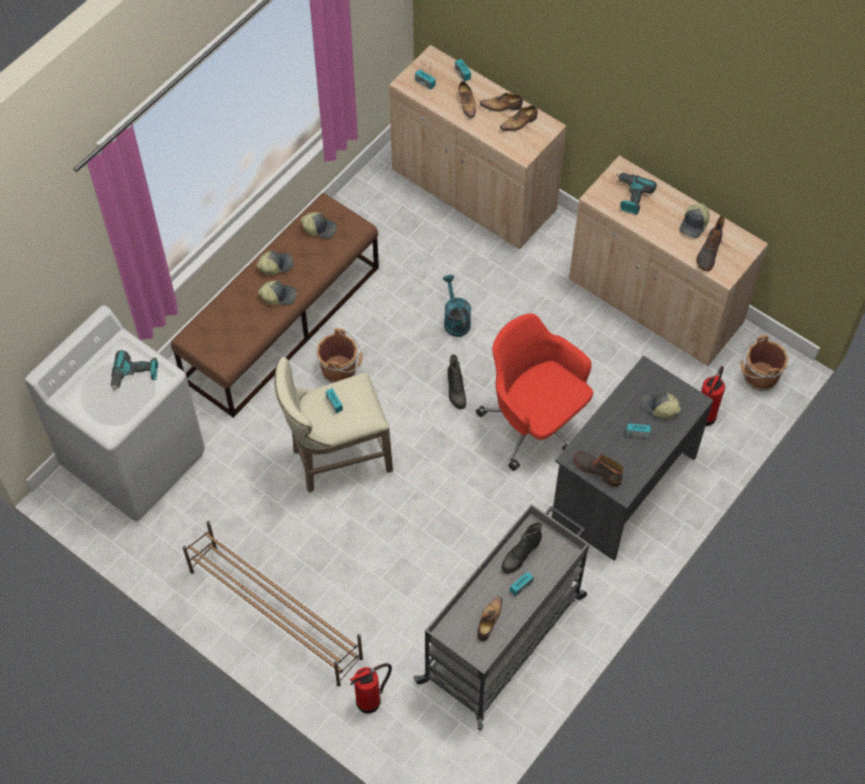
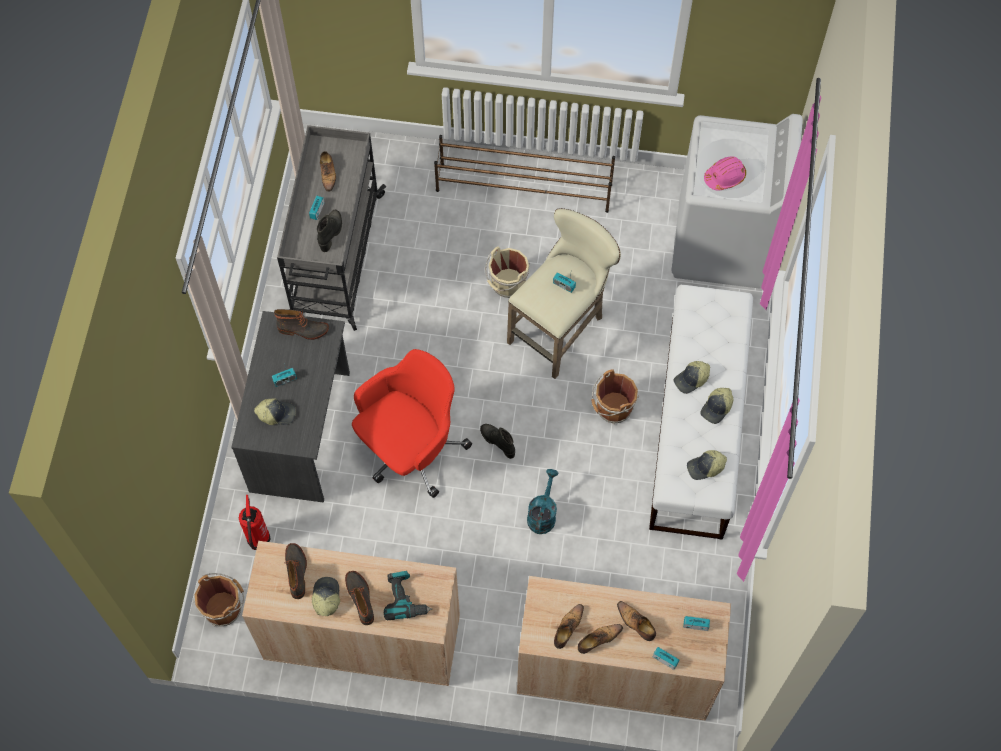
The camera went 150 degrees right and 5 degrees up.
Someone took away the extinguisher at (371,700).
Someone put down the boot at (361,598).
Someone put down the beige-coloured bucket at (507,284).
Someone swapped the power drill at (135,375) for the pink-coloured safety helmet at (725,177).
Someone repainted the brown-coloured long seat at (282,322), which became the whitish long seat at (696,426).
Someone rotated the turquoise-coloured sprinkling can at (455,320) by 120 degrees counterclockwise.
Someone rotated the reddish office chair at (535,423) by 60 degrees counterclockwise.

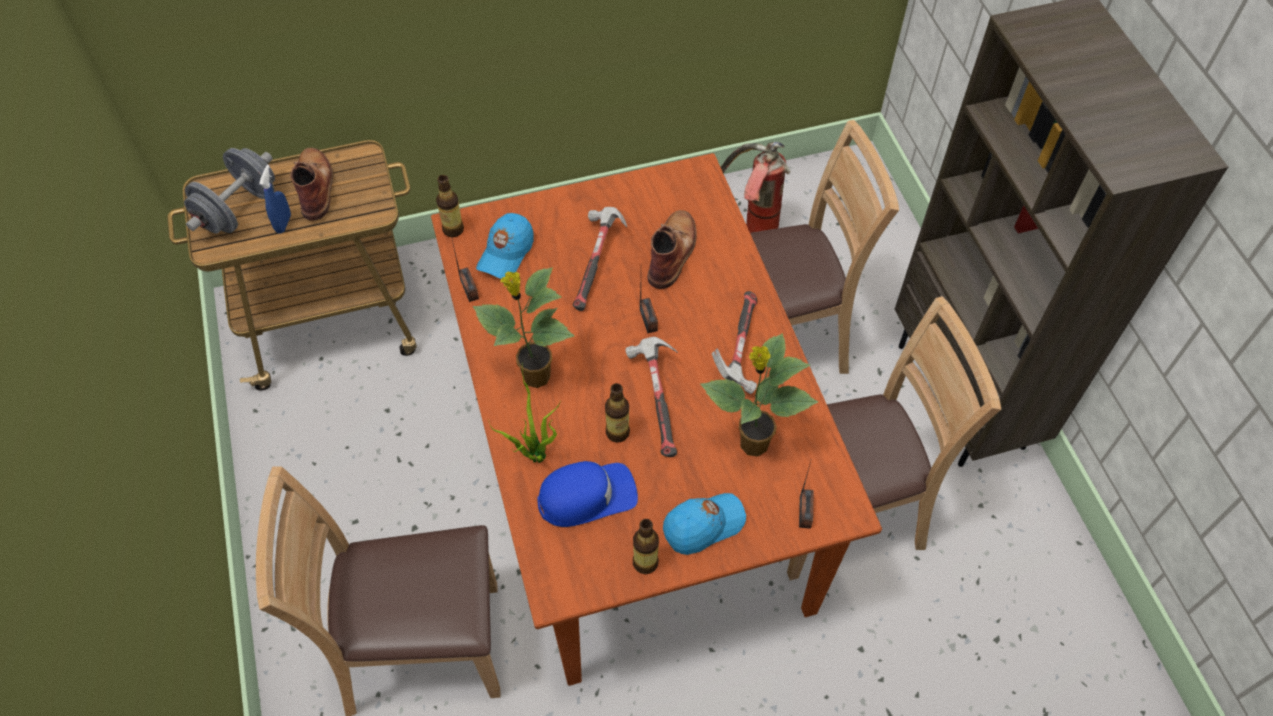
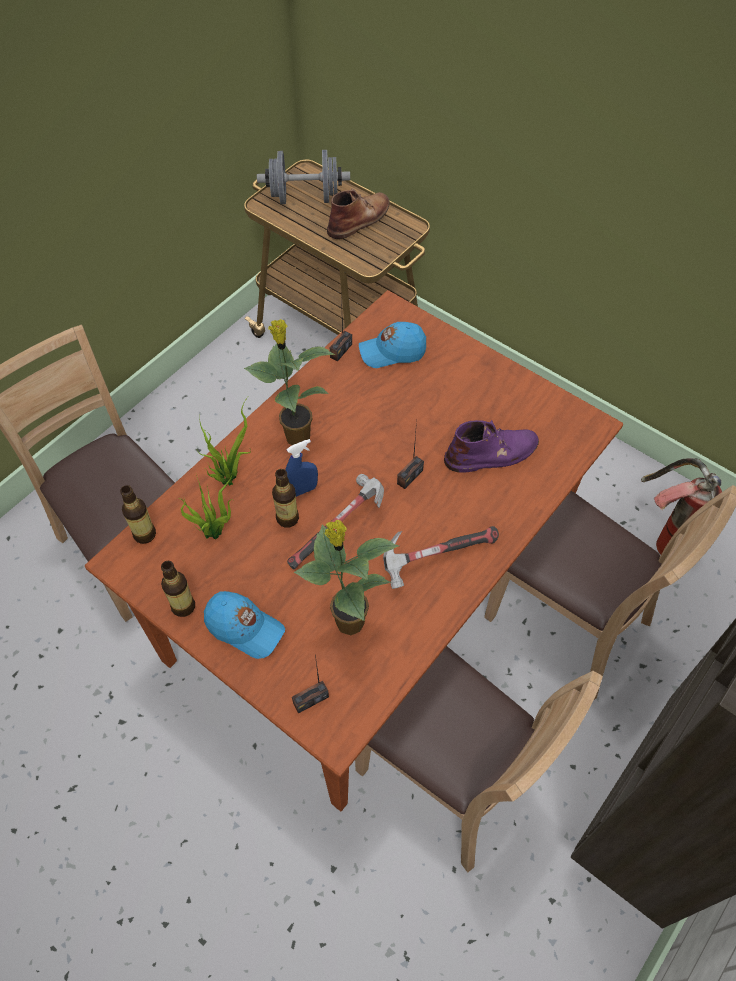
The camera went 55 degrees right and 0 degrees up.
Someone took away the tool hammer at (596,263).
Someone carried the blue sprayer from (283,223) to (302,490).
Someone carried the beverage bottle from (453,230) to (144,534).
Someone swapped the blue peaked cap at (587,496) for the potted plant at (216,532).
Someone repainted the brown-coloured boot at (672,251), which became the purple boot at (492,453).

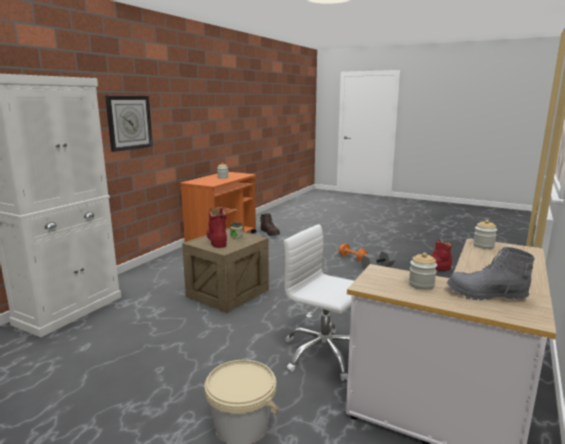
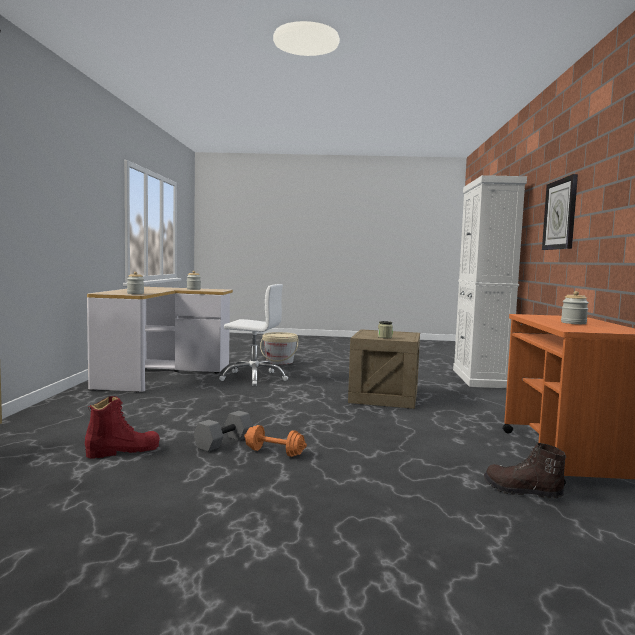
The camera went 155 degrees right and 10 degrees down.
Someone took away the reddish boot at (216,240).
Someone took away the greyish boot at (486,295).

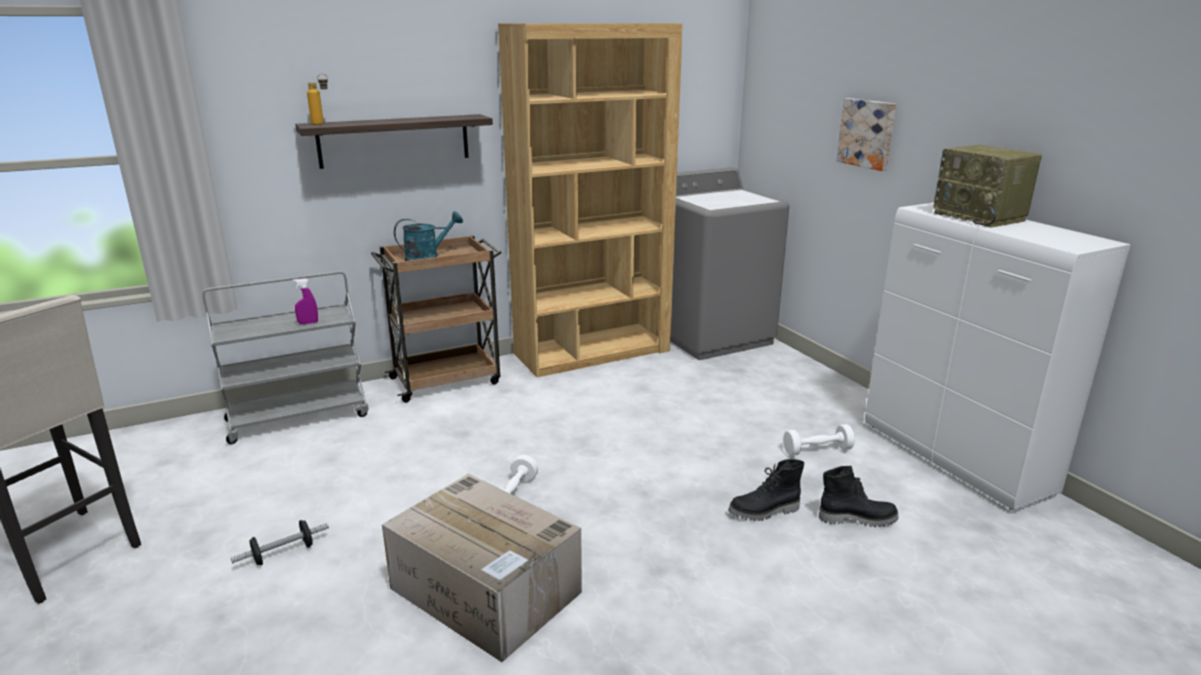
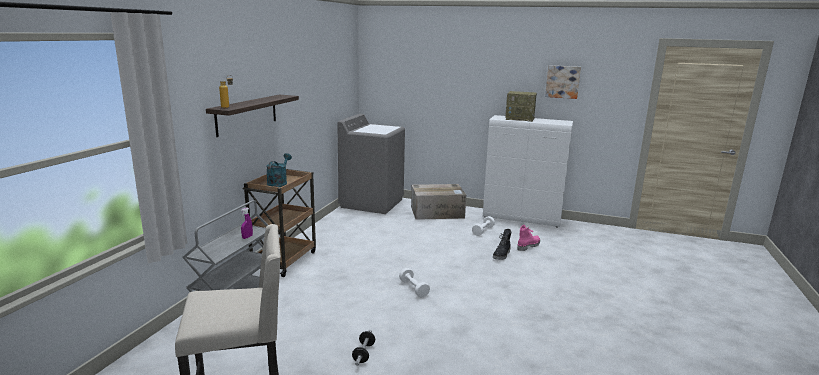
The camera went 45 degrees left and 5 degrees down.
Someone took away the brown-coloured bookcase at (593,352).
Someone carried the cardboard box from (487,591) to (438,212).
Someone carried the wall art from (867,133) to (562,81).
Someone repainted the black-coloured boot at (857,518), which became the pink-coloured boot at (528,246).

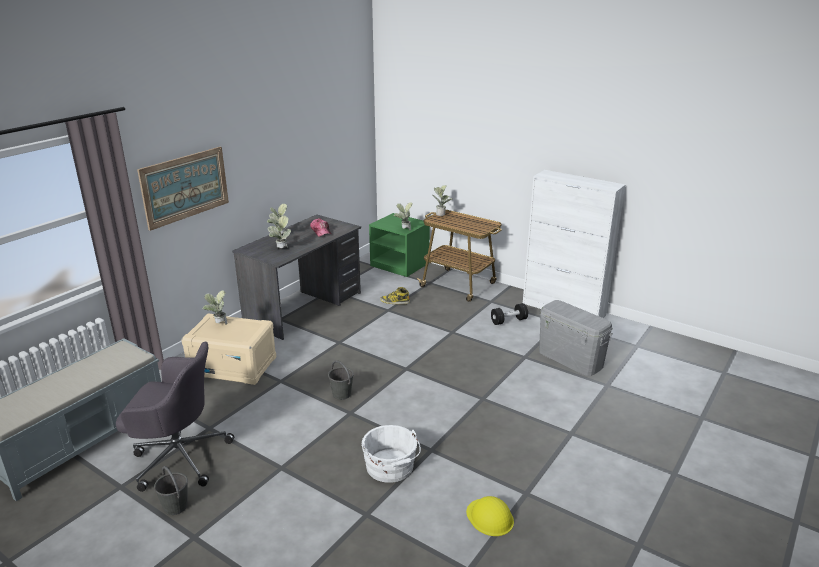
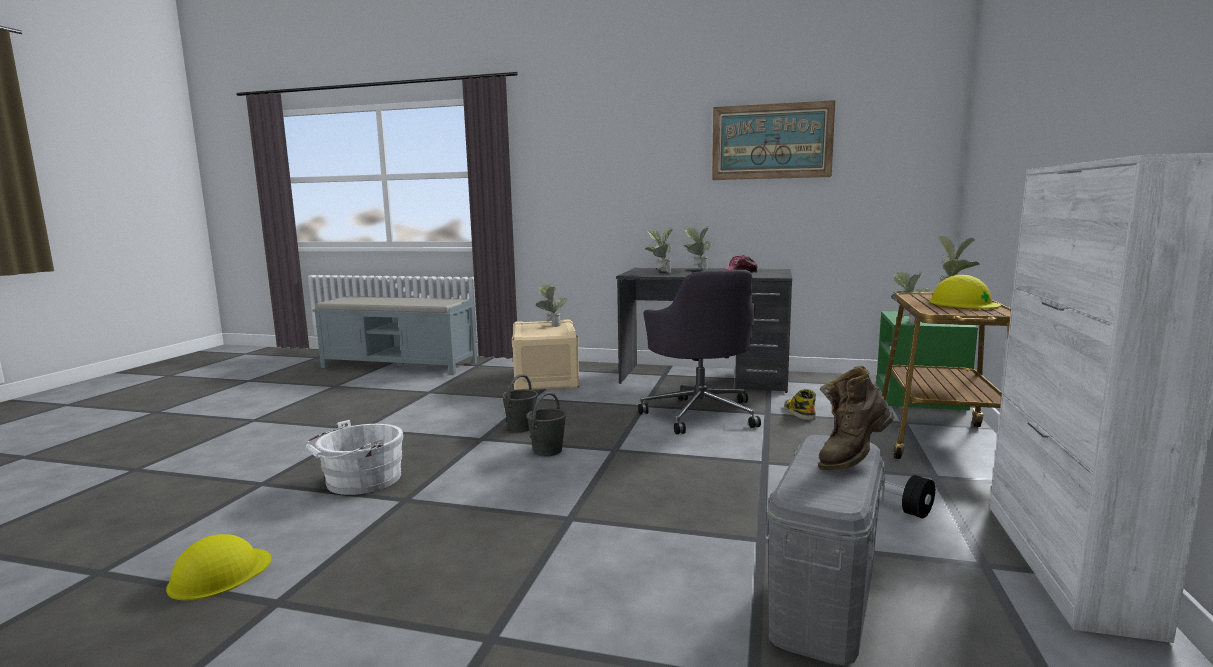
The camera went 70 degrees right and 15 degrees down.
Someone put down the brown-coloured boot at (851,459).
Someone put down the yellowish safety helmet at (963,303).
Someone carried the greyish office chair from (178,457) to (700,414).
Someone carried the wall art from (185,187) to (771,141).
Someone carried the greyish bucket from (175,507) to (547,451).

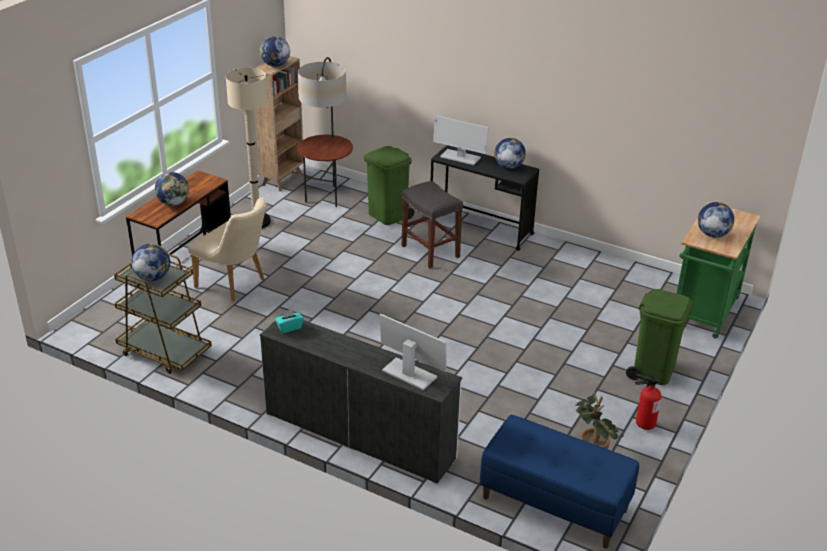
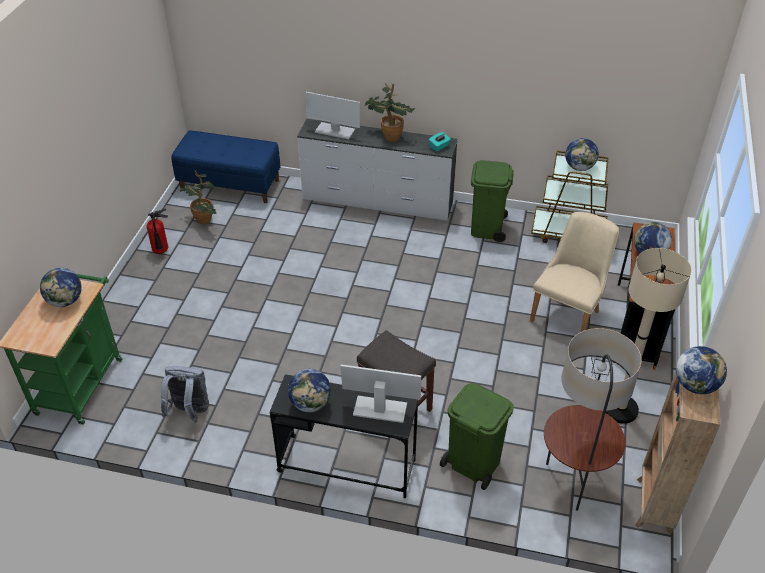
The camera went 165 degrees right and 10 degrees up.
Someone put down the greyish knapsack at (189,412).
Someone put down the potted plant at (389,135).
Someone carried the green-coloured rubbish bin from (653,370) to (487,228).
Someone rotated the beige-coloured plain chair at (235,284) by 105 degrees clockwise.

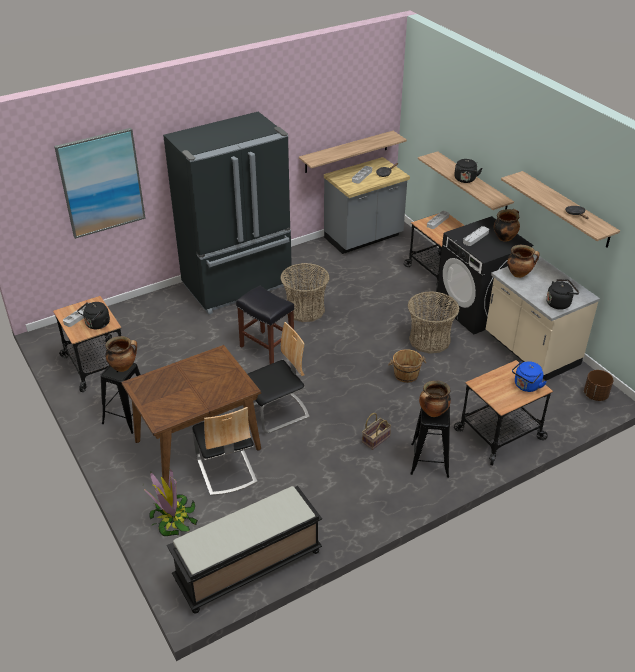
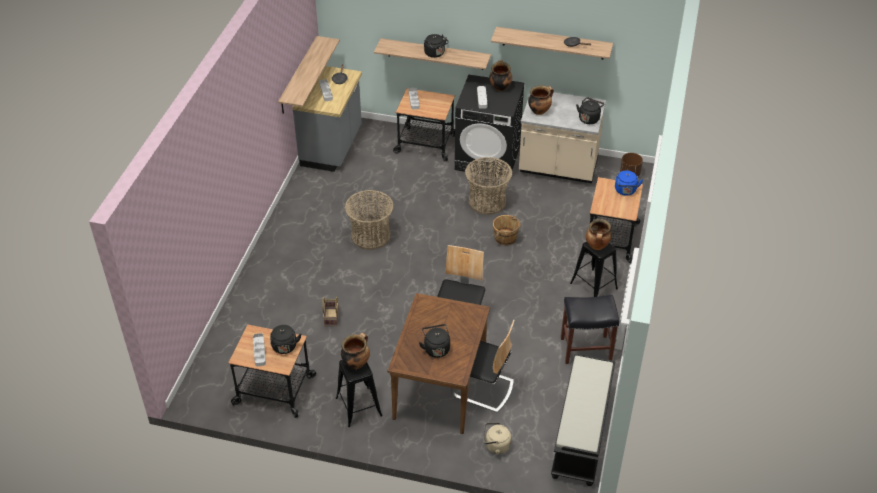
The camera went 45 degrees left and 5 degrees up.
Someone took away the wall art at (101,183).
Someone took away the black-coloured fridge at (238,286).
Someone put down the black-coloured water kettle at (436,348).
Someone carried the black-coloured sitting stool from (266,347) to (585,349).
Someone carried the household basket from (376,439) to (331,317).
Someone swapped the potted plant at (172,519) for the beige-coloured water kettle at (496,446).

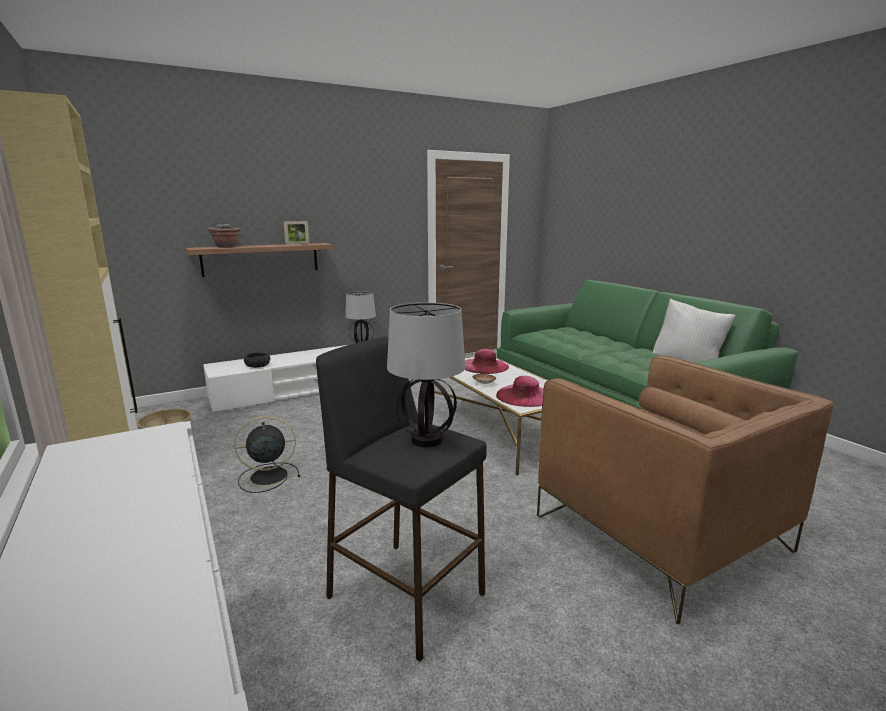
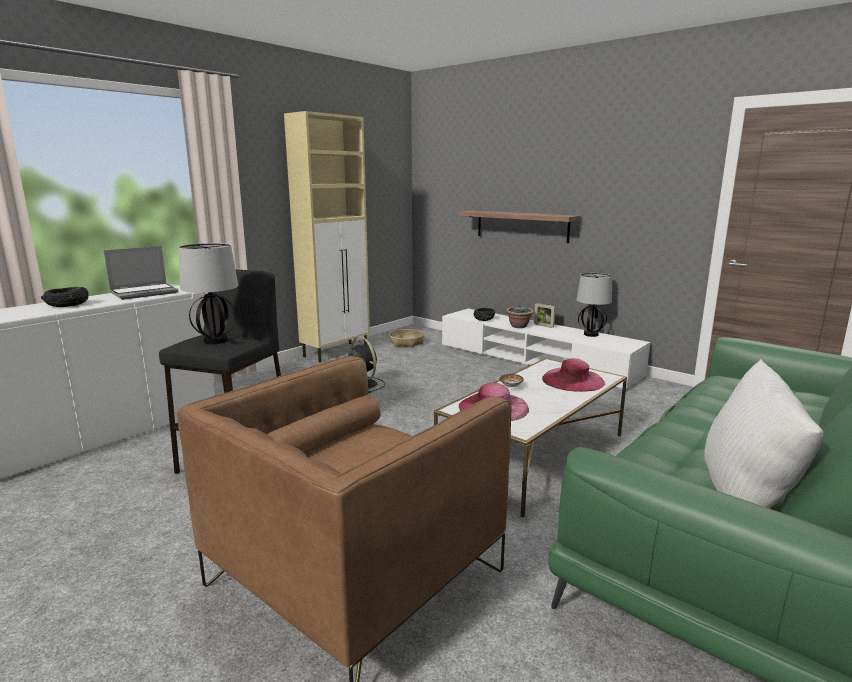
The camera went 70 degrees right and 0 degrees up.
Someone put down the black-coloured bowl at (67,305).
Someone put down the laptop at (145,293).
Someone carried the potted plant from (226,247) to (519,326).
Someone carried the picture frame from (297,244) to (543,326).

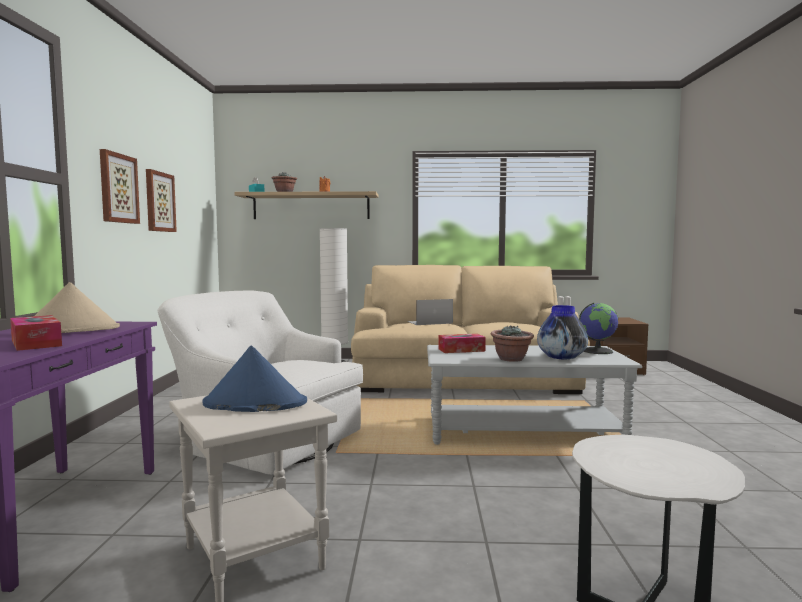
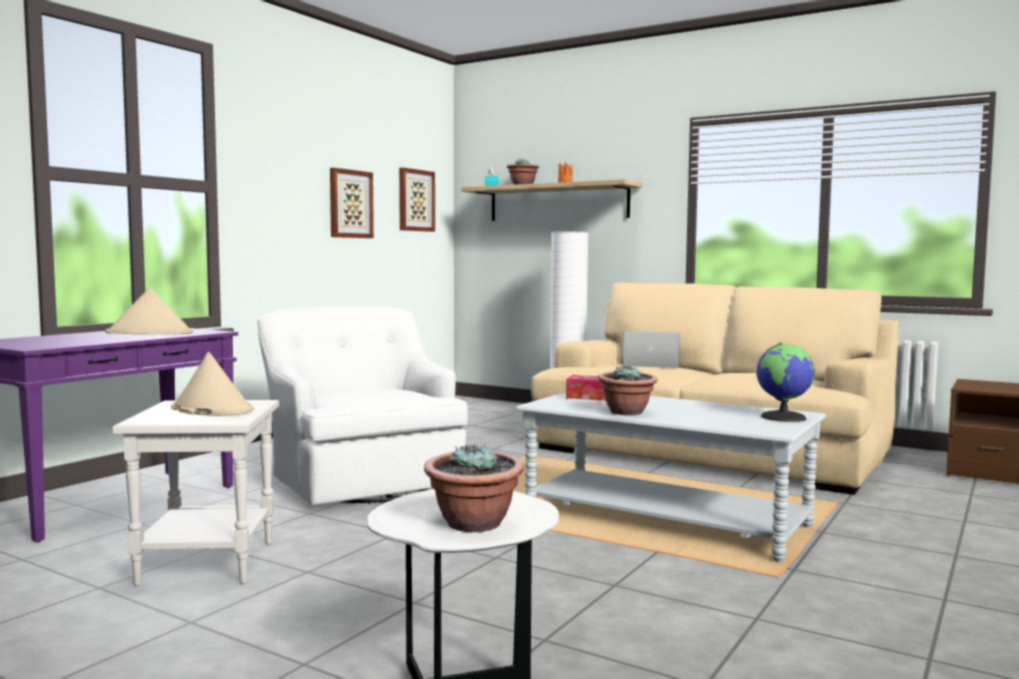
The camera went 30 degrees right and 0 degrees up.
Someone took away the tissue box at (36,343).
Someone took away the vase at (561,358).
Someone put down the potted plant at (474,524).
Someone carried the wall art from (118,188) to (415,200).
Someone repainted the blue clothing hat at (254,403), which became the beige-coloured clothing hat at (211,409).

